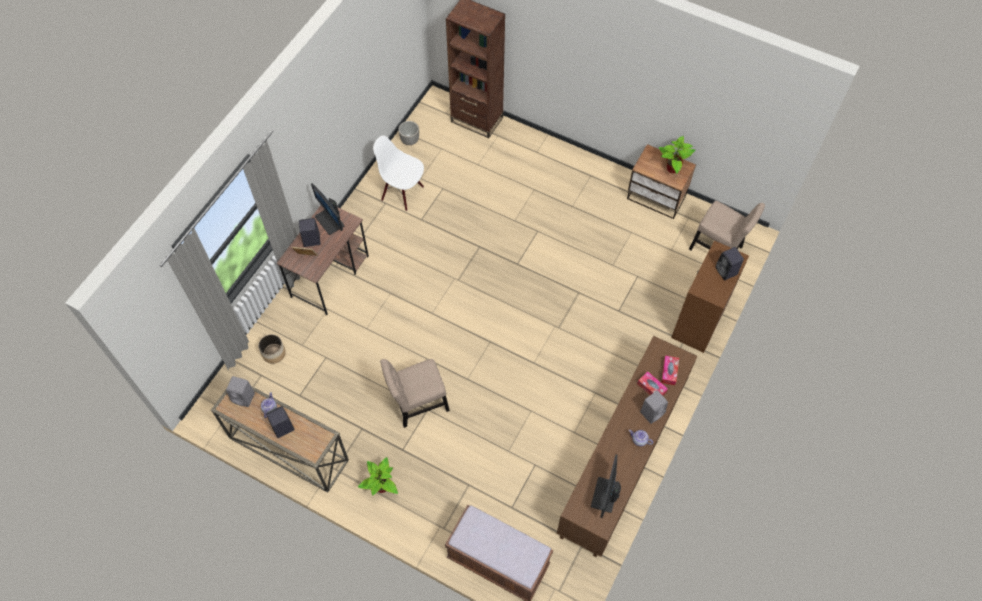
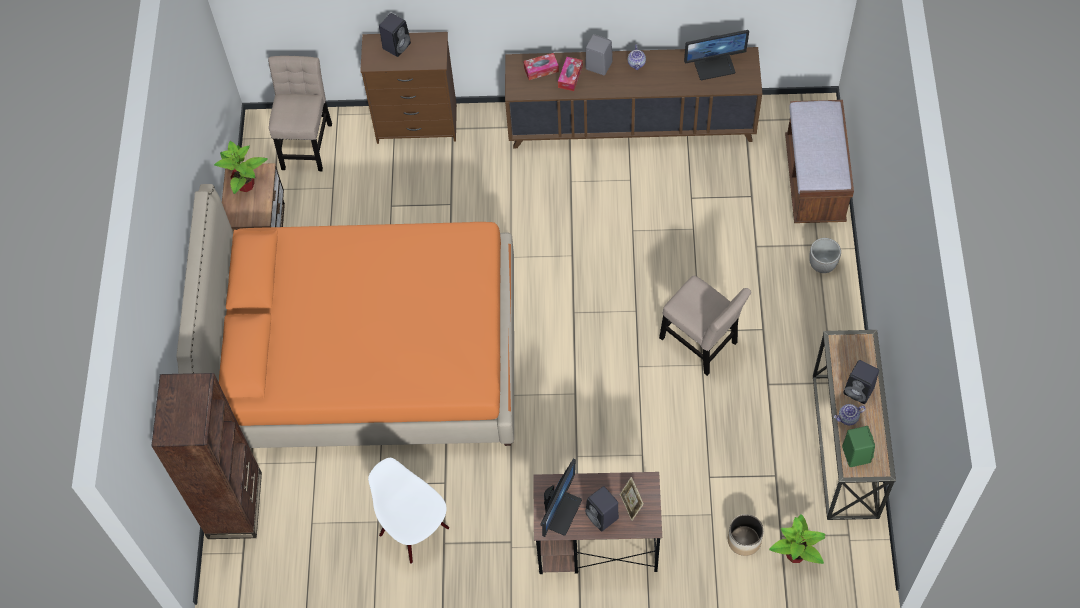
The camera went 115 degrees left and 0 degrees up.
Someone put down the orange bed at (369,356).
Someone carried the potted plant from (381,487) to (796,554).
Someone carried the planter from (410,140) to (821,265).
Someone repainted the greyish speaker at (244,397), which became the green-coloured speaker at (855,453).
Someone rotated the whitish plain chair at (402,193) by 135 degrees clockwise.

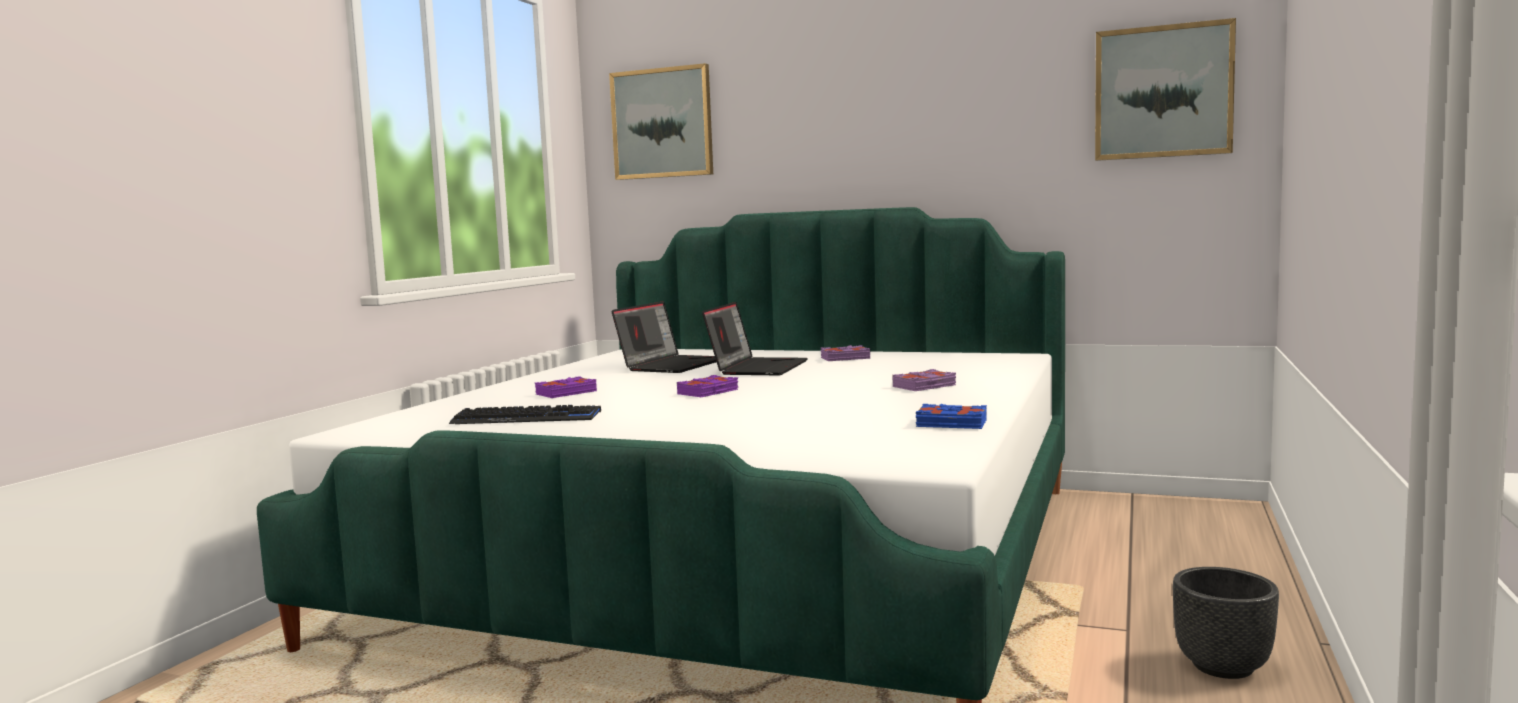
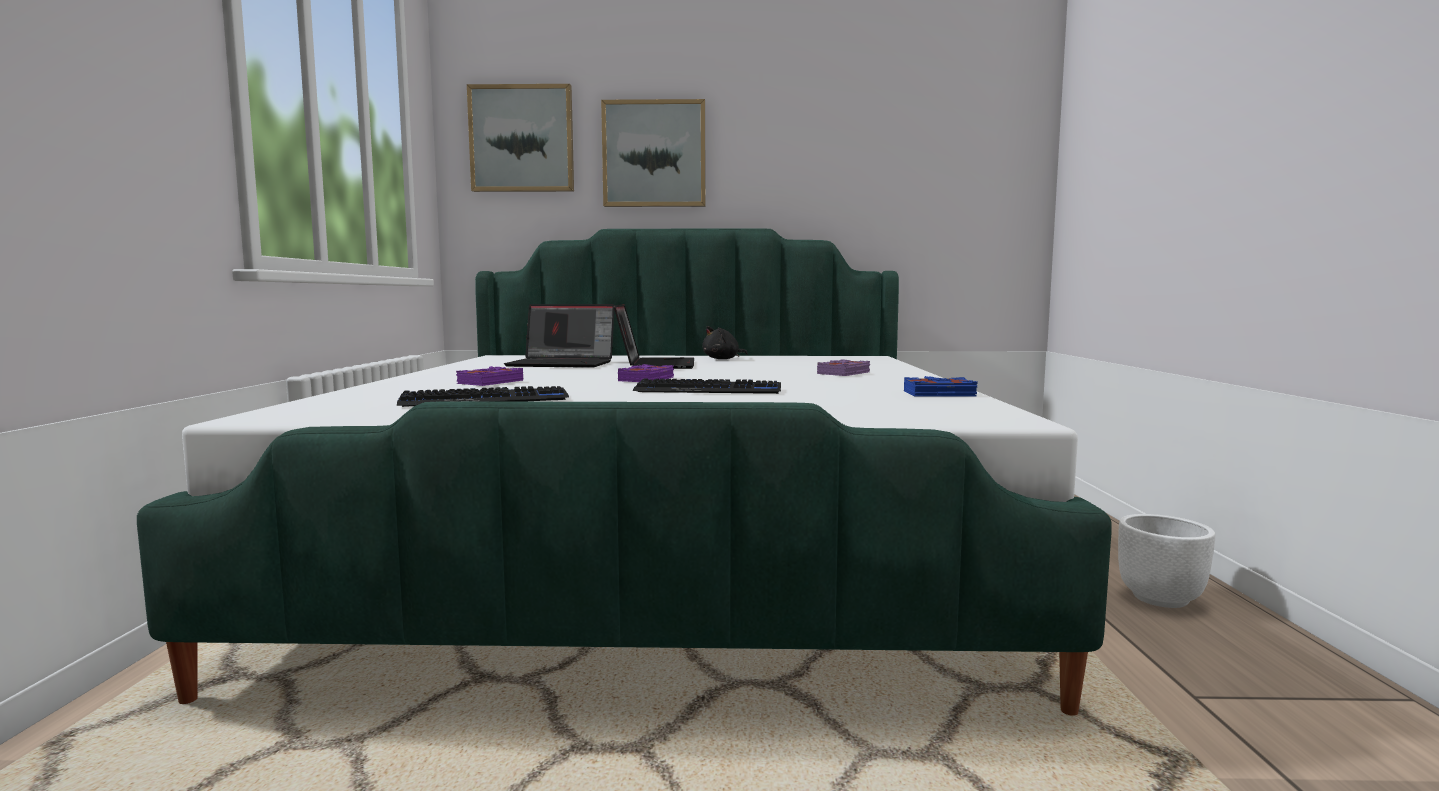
The camera went 20 degrees left and 0 degrees up.
Someone put down the keyboard at (708,390).
Someone carried the wall art from (1163,92) to (654,154).
Someone swapped the purple bound book at (845,358) for the black-coloured plush toy at (723,359).
Someone repainted the black-coloured planter at (1224,667), which became the whitish planter at (1161,598).
Someone rotated the laptop at (671,365) by 90 degrees clockwise.

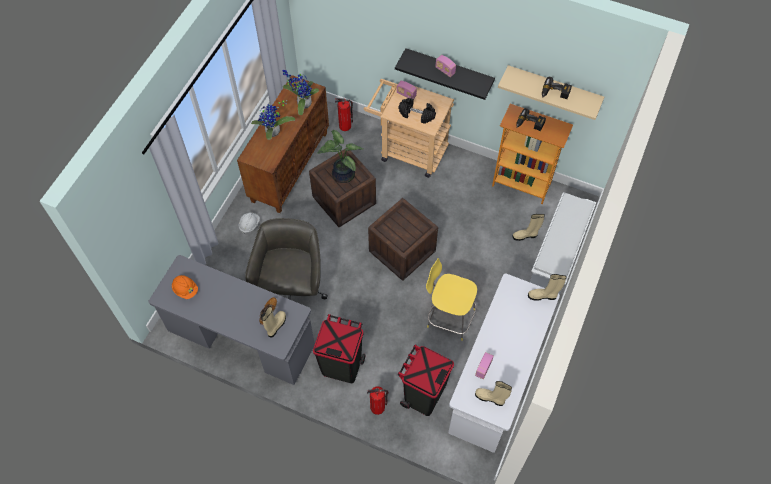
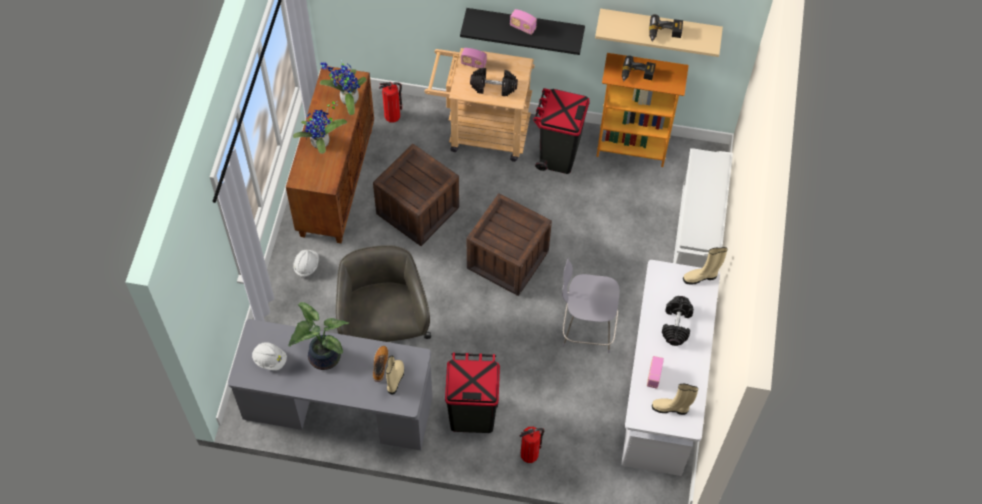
The camera went 15 degrees left and 0 degrees up.
Someone took away the beige-coloured boot at (525,235).
Someone put down the black-coloured dumbbell at (676,324).
Someone carried the potted plant from (342,174) to (322,356).
Someone carried the black-coloured rubbish bin from (423,395) to (558,155).
Someone repainted the orange safety helmet at (185,289), which became the whitish safety helmet at (270,360).
Someone repainted the yellowish sitting stool at (449,317), which became the greyish sitting stool at (586,328).

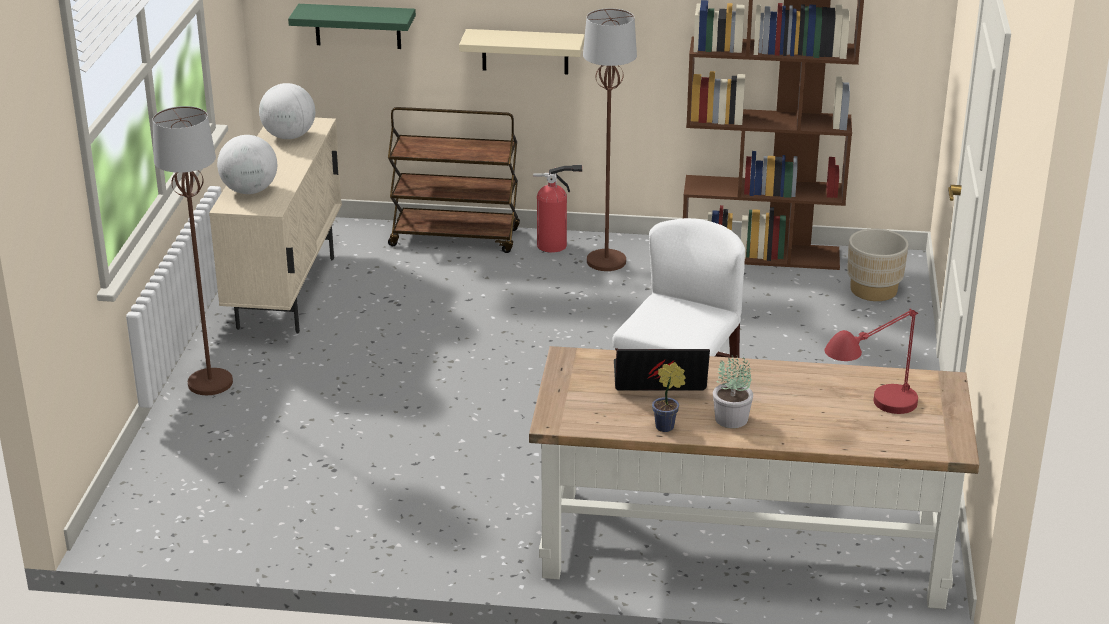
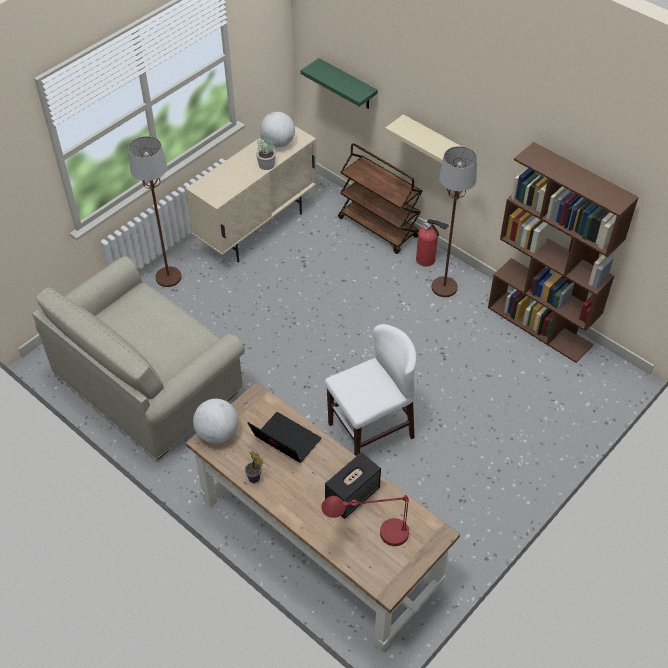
The camera went 35 degrees right and 20 degrees up.
Someone took away the beige-coloured planter at (873,290).
Someone put down the beige-coloured couch at (147,382).
Someone put down the speaker at (352,495).
Someone carried the world globe from (249,191) to (217,433).
Someone carried the potted plant from (732,419) to (267,165).

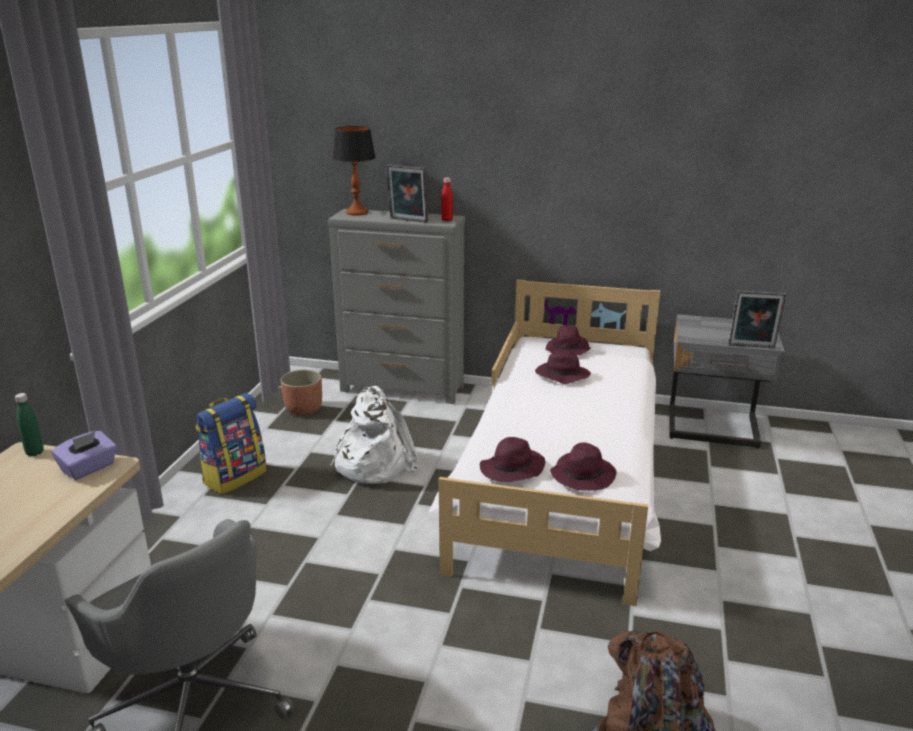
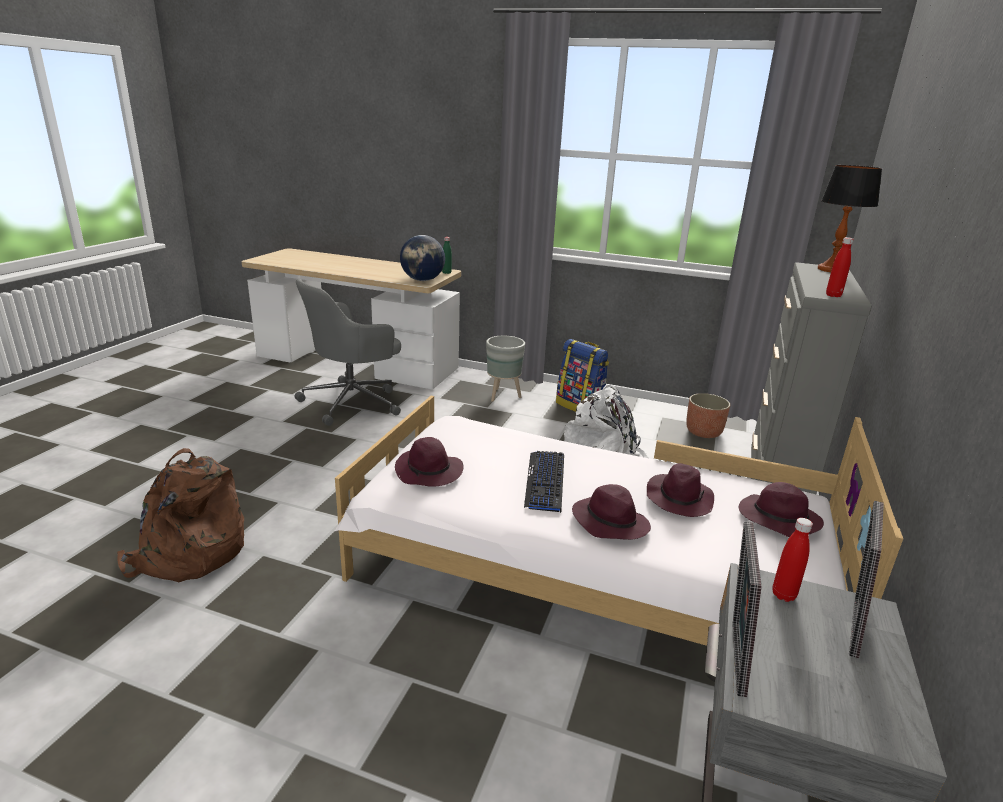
The camera went 95 degrees right and 0 degrees up.
Someone put down the greyish planter at (503,395).
Someone put down the keyboard at (545,481).
Someone put down the reddish beverage bottle at (783,595).
Someone carried the picture frame from (408,220) to (849,625).
Someone carried the purple clothing hat from (512,470) to (609,522).
Someone swapped the purple tissue box at (89,468) for the world globe at (423,280).

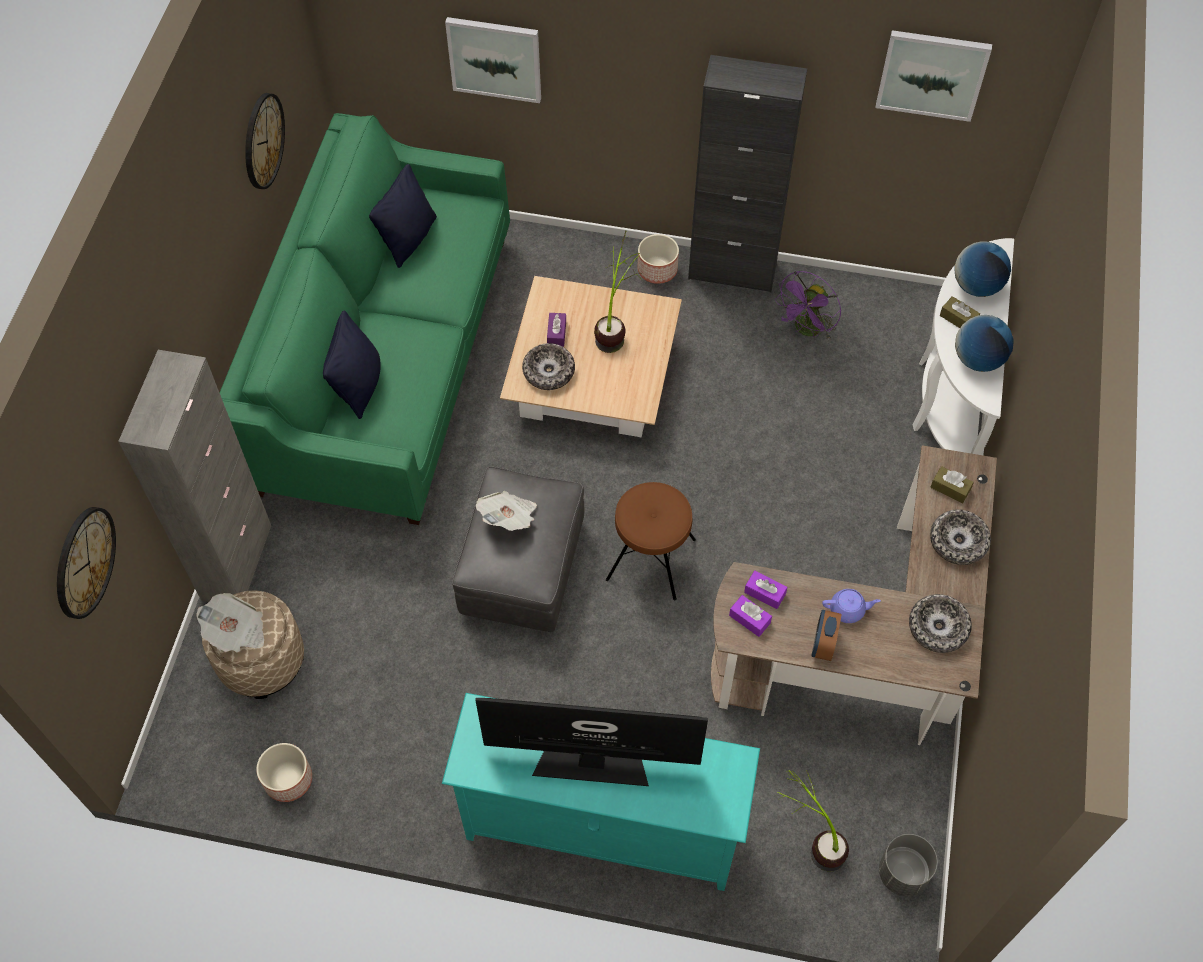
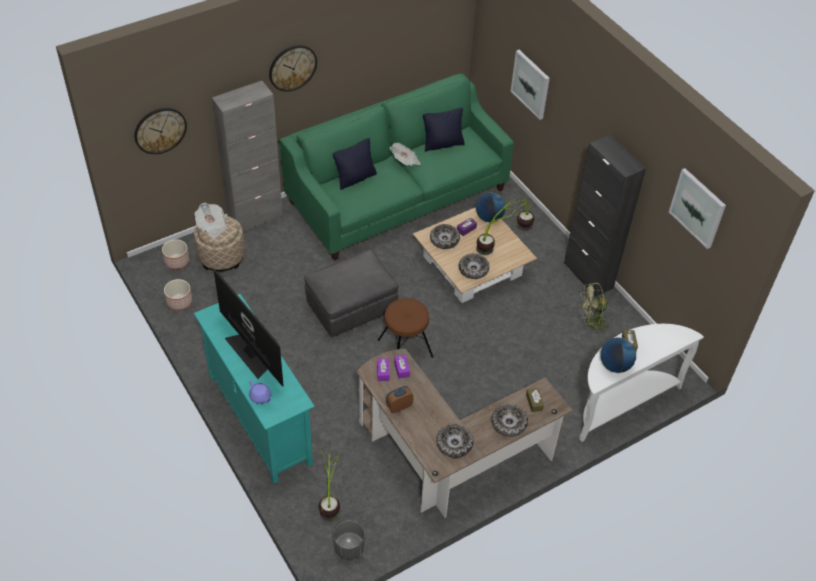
The camera went 45 degrees right and 10 degrees down.
Someone put down the bowl at (473,269).
Someone put down the potted plant at (520,231).
Someone carried the hanging clock from (263,141) to (292,67).
Someone carried the printed paper from (509,518) to (405,161).
Someone carried the planter from (657,269) to (177,261).
Someone carried the purple teapot from (848,610) to (260,397).
Someone carried the world globe from (976,286) to (489,217).
Someone repainted the purple electric fan at (806,330), which became the green-coloured electric fan at (591,323).

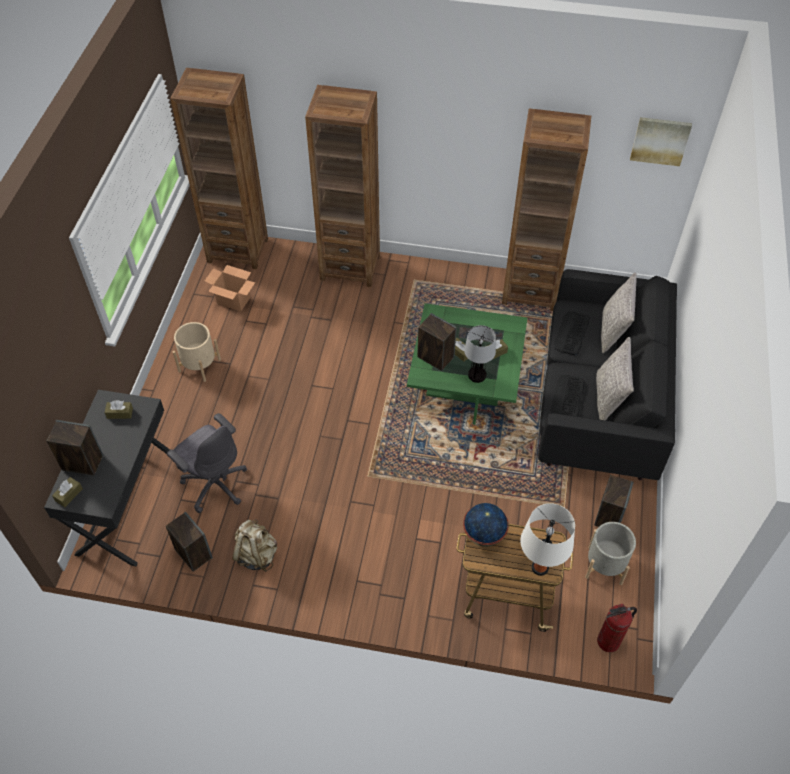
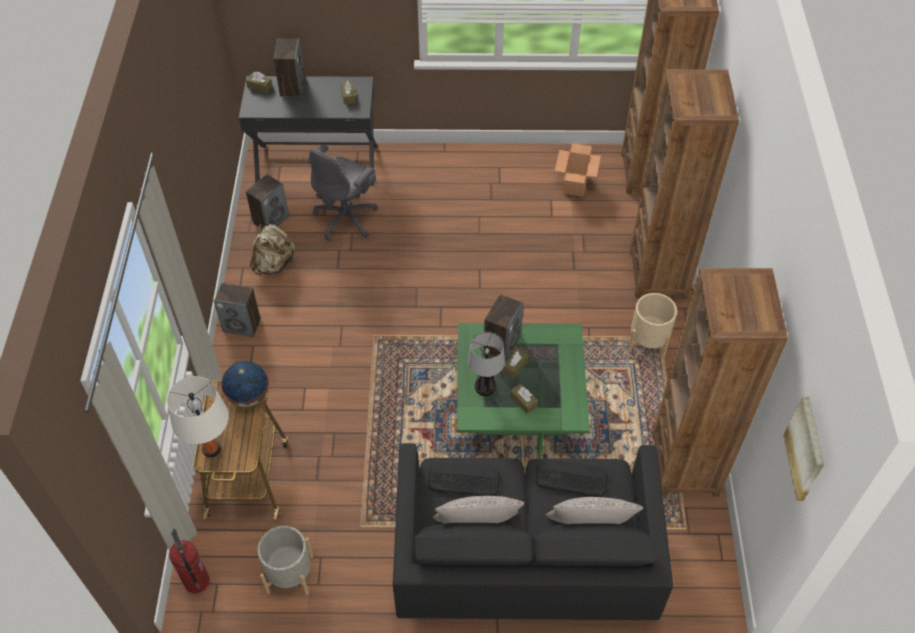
The camera went 80 degrees right and 0 degrees up.
Someone carried the beige-coloured planter from (199,365) to (648,341).
Someone carried the speaker from (608,516) to (242,325).

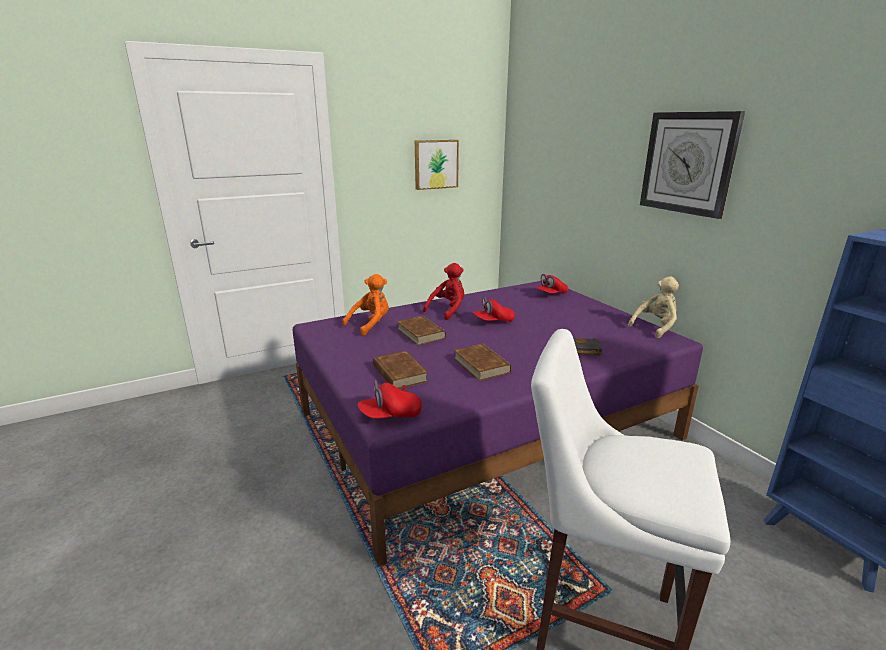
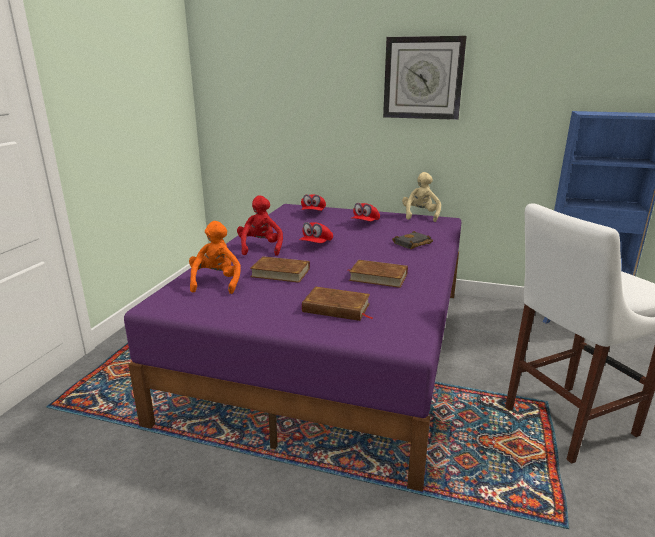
The camera went 45 degrees left and 0 degrees up.
Someone took away the wall art at (435,164).
Someone carried the reddish peaked cap from (390,415) to (365,223).

